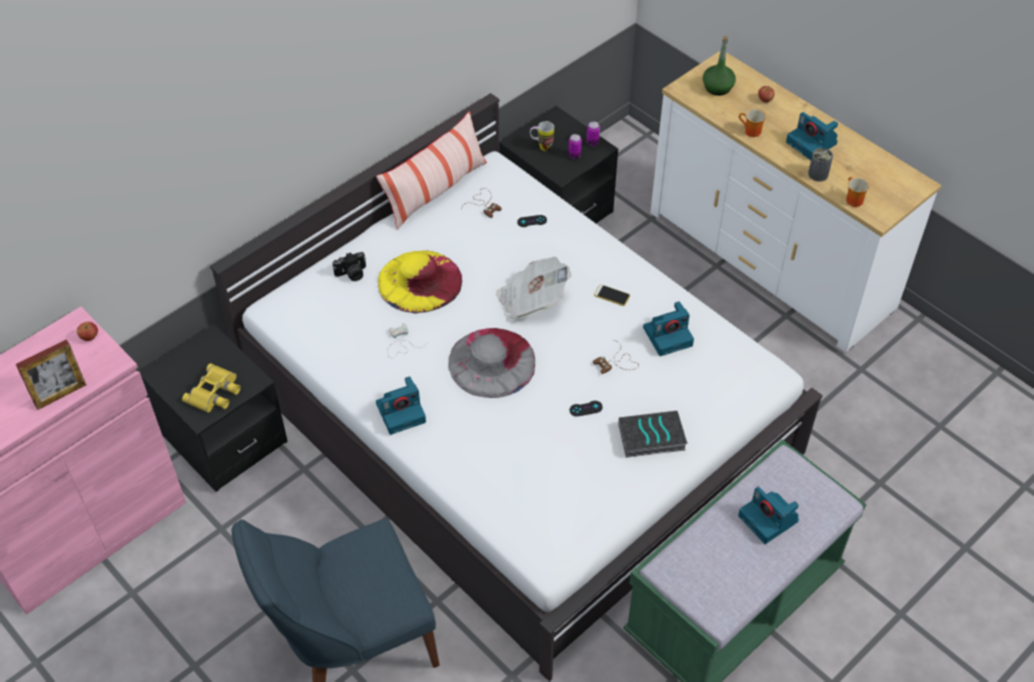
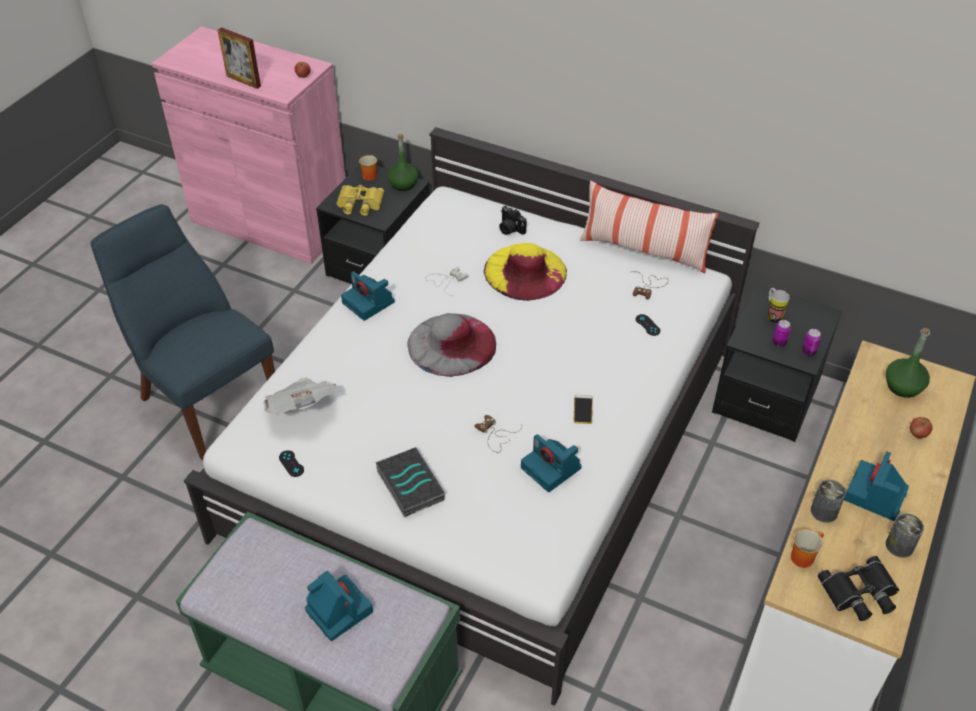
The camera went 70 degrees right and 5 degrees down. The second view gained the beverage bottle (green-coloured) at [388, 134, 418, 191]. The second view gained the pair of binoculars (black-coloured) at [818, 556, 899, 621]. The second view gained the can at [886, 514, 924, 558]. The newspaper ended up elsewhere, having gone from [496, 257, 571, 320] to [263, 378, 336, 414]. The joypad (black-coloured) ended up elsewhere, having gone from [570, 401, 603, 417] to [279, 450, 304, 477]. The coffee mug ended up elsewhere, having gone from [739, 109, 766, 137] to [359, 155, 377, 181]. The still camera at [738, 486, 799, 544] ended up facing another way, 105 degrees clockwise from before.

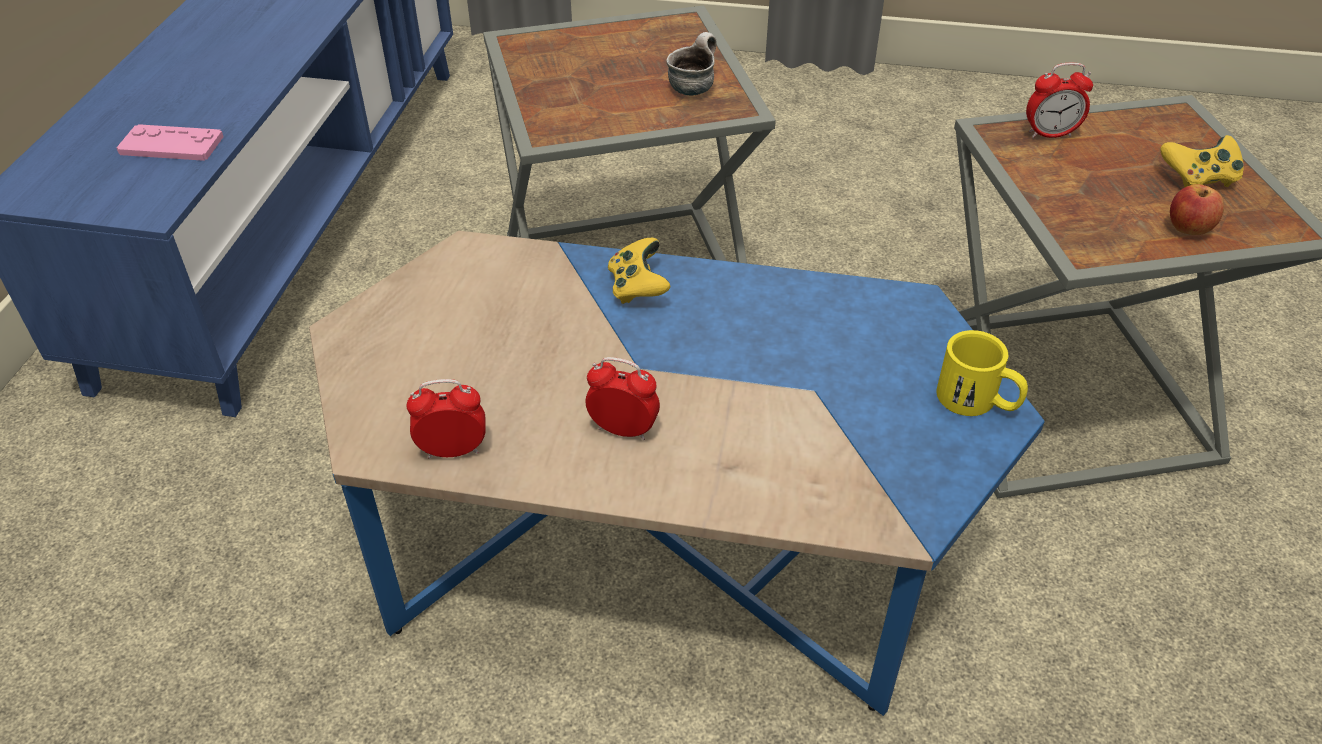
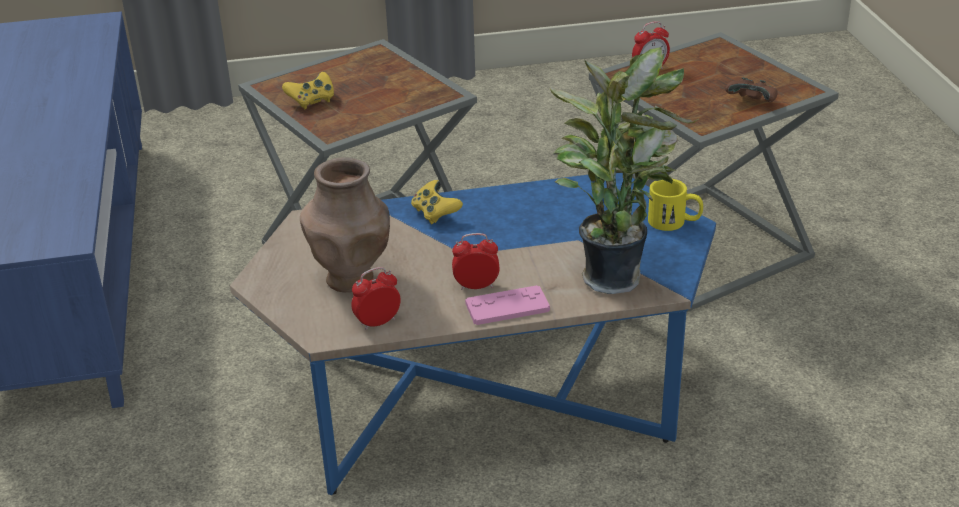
The camera went 20 degrees left and 10 degrees down. The second view lost the coffee mug at [666, 32, 717, 96]. The second view gained the vase (brownish) at [300, 157, 390, 292]. The second view gained the plant in a pot at [550, 47, 698, 294]. The joypad (pink) ended up elsewhere, having gone from [117, 124, 224, 161] to [465, 285, 550, 325]. The joypad (yellowish) ended up elsewhere, having gone from [1160, 135, 1244, 187] to [282, 72, 334, 110]. Where the apple fruit stood at [1170, 184, 1224, 235], the joypad (brownish) came to stand at [725, 77, 778, 102].

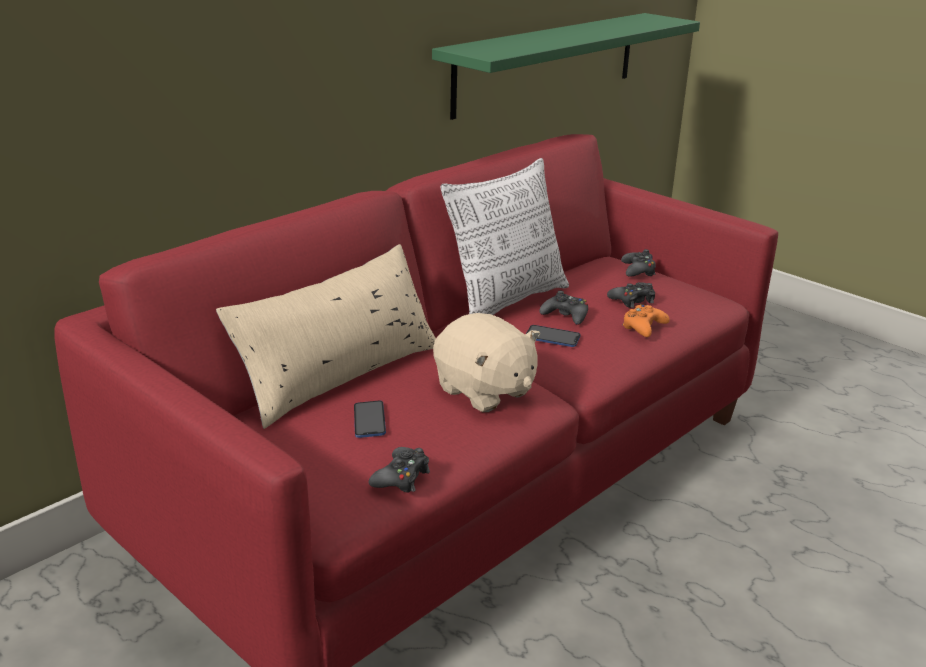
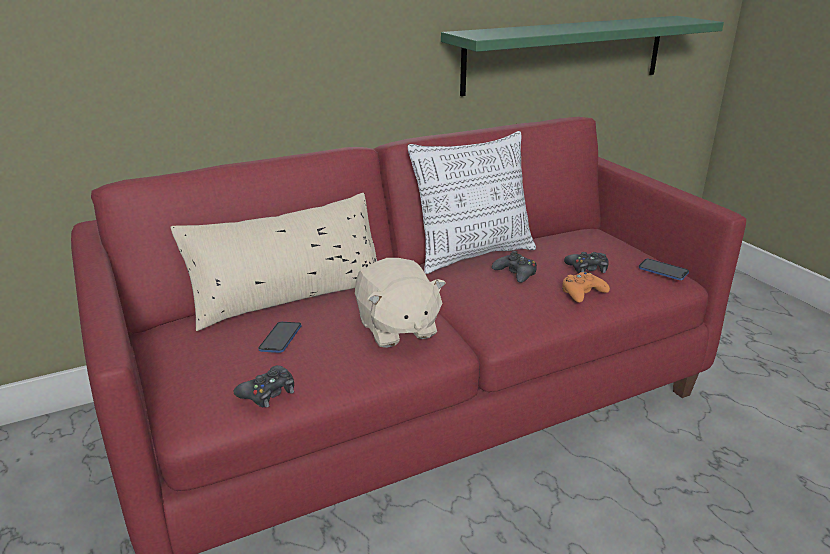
The camera went 20 degrees right and 0 degrees up. The second view lost the joypad (black-coloured) at [621, 249, 656, 277]. The telephone ended up elsewhere, having gone from [525, 325, 580, 347] to [639, 259, 689, 280].

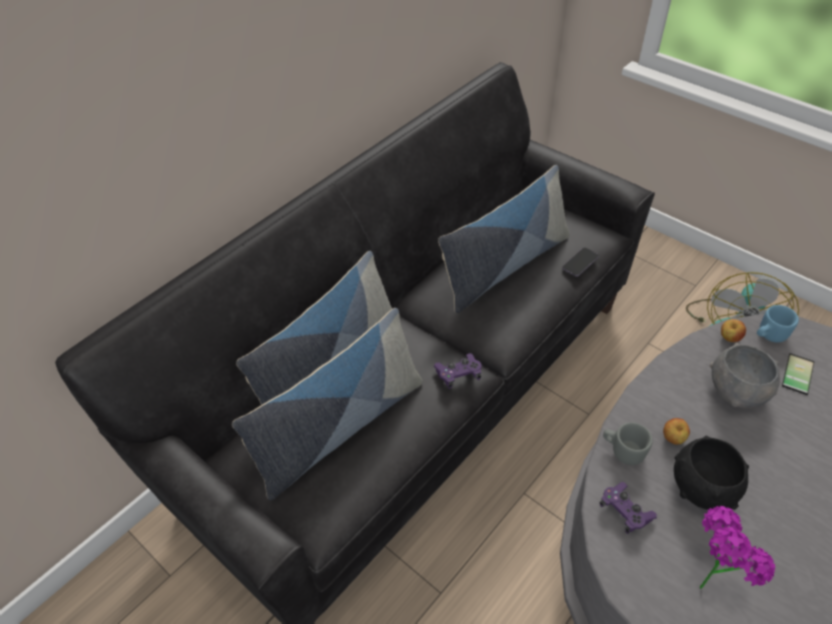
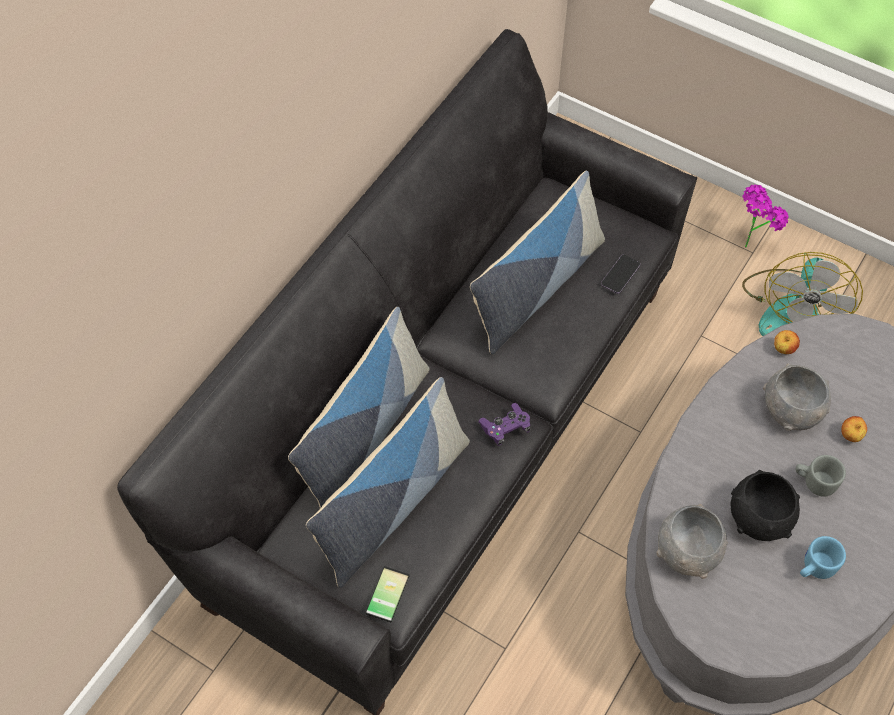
The camera went 10 degrees left and 10 degrees up. The coffee mug (grey) ended up elsewhere, having gone from [603, 422, 653, 465] to [796, 455, 846, 497]. The apple fruit ended up elsewhere, having gone from [663, 418, 690, 445] to [841, 416, 867, 442]. The plant in a pot ended up elsewhere, having gone from [700, 506, 775, 589] to [742, 185, 788, 248]. The coffee mug (bluish) ended up elsewhere, having gone from [757, 305, 799, 342] to [800, 536, 846, 579]. The telephone ended up elsewhere, having gone from [782, 353, 815, 395] to [365, 566, 410, 622]. Where the joypad (purplish) stood at [599, 482, 657, 534], the bowl (grey) came to stand at [656, 504, 728, 579].

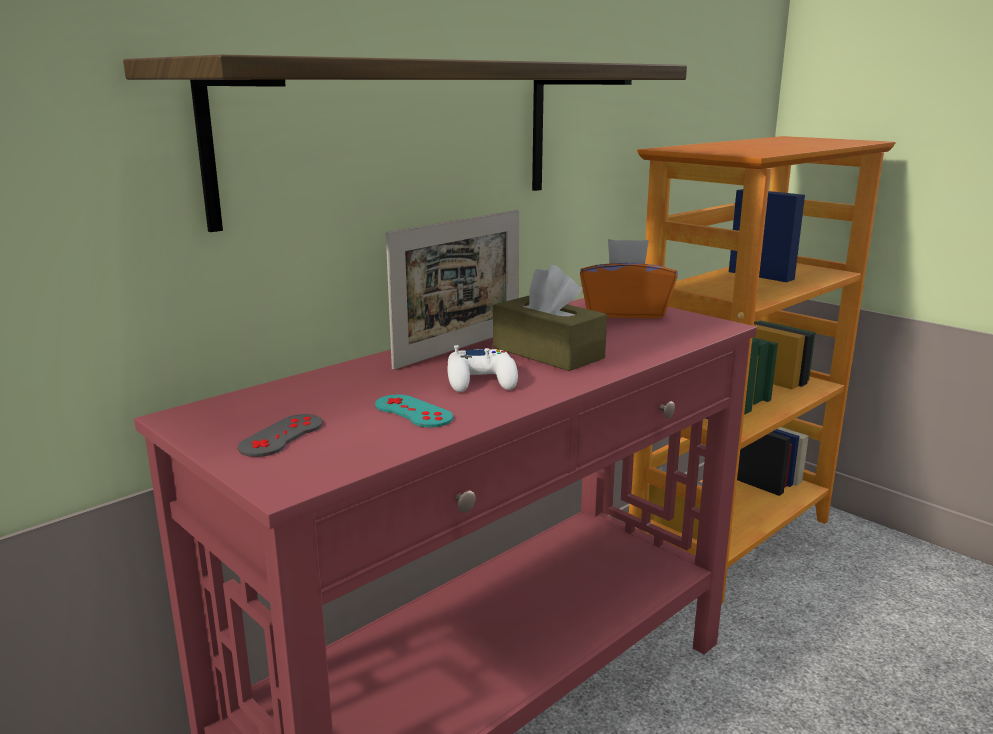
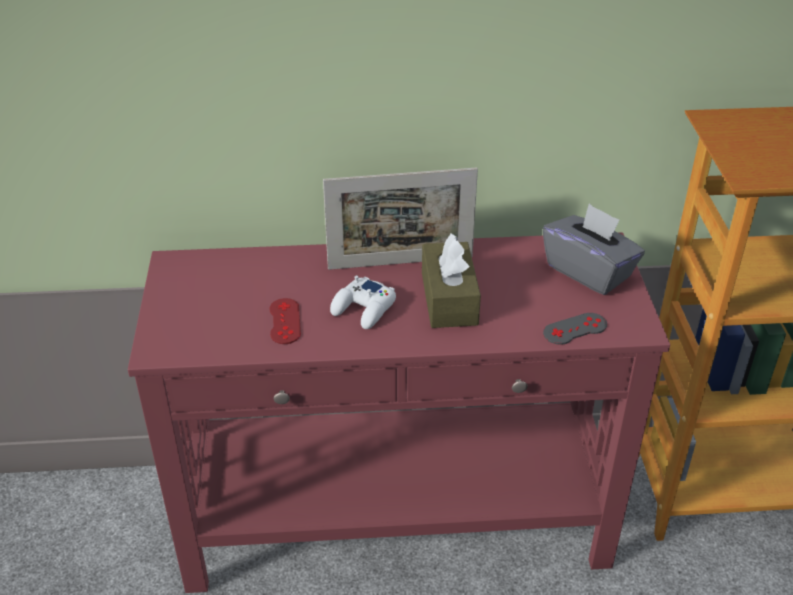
The camera went 40 degrees right and 20 degrees up. The second view lost the wall shelf at [123, 54, 687, 232]. The joypad (grey) ended up elsewhere, having gone from [237, 414, 323, 457] to [543, 313, 607, 345]. What was the joypad (turquoise-coloured) at [375, 395, 453, 427] turned into the joypad (red-coloured) at [269, 298, 301, 344]. What was the tissue box (orange-coloured) at [580, 239, 678, 319] turned into the tissue box (grey) at [543, 203, 645, 295].

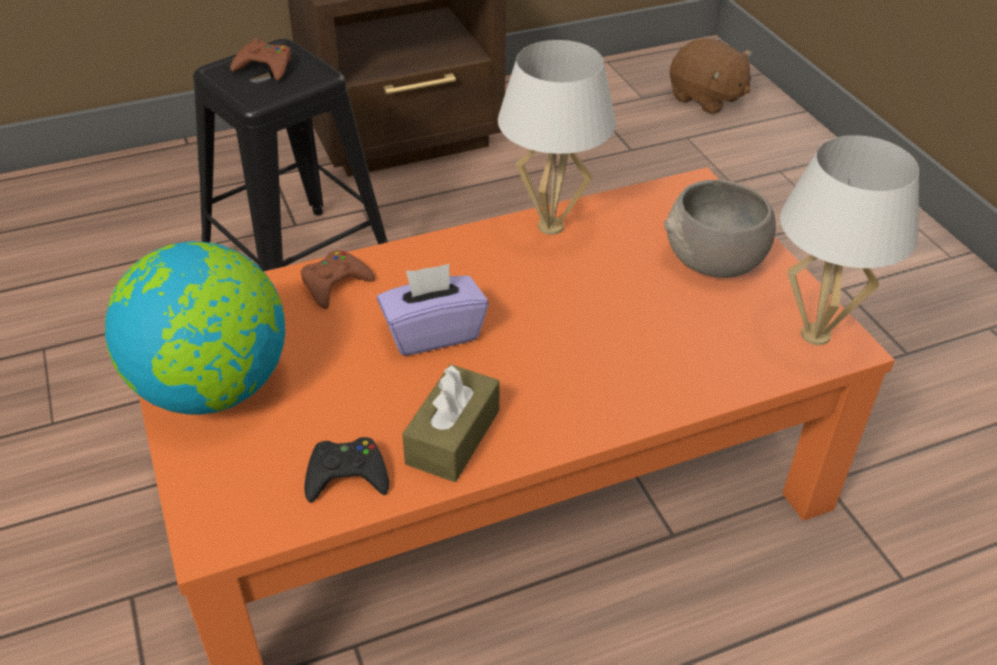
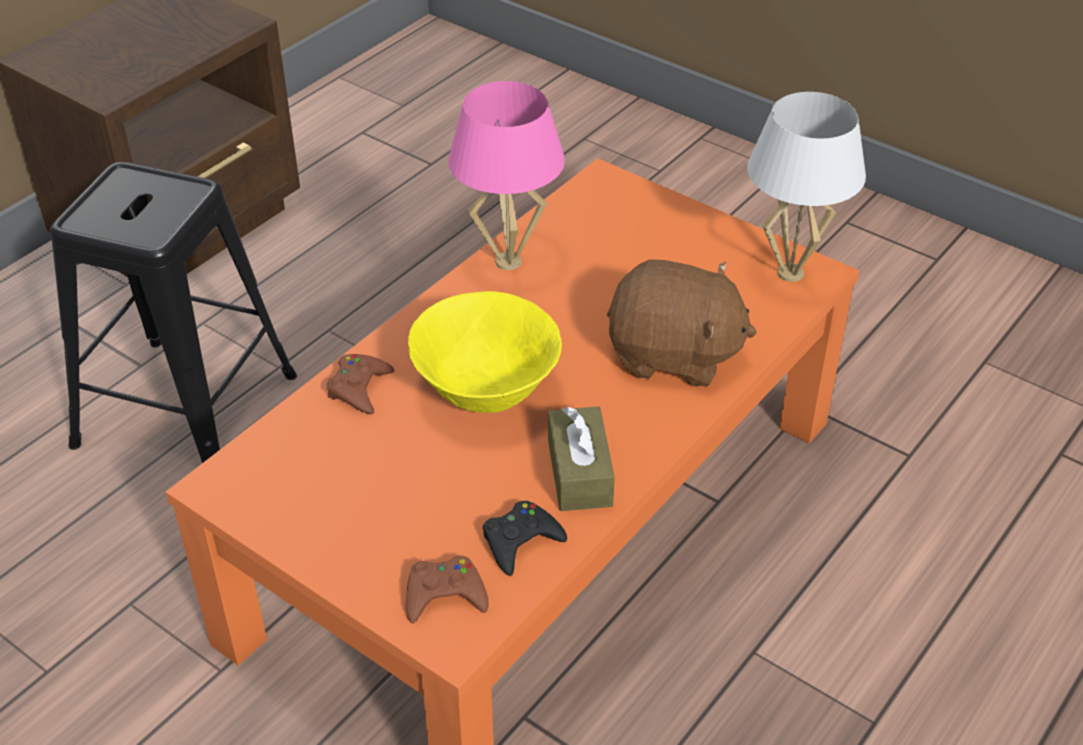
The camera went 30 degrees left and 0 degrees up. The second view lost the world globe at [105, 241, 285, 415]. The second view lost the bowl (grey) at [664, 179, 776, 278]. The joypad (brownish) ended up elsewhere, having gone from [230, 39, 291, 81] to [406, 556, 489, 623]. The plush toy (brownish) ended up elsewhere, having gone from [670, 38, 752, 114] to [607, 259, 757, 387]. Where the tissue box (purplish) stood at [377, 264, 488, 356], the bowl (yellowish) came to stand at [408, 291, 562, 413]. What was the lamp for a table (white-coloured) at [498, 40, 616, 235] turned into the lamp for a table (pink) at [448, 81, 565, 270].

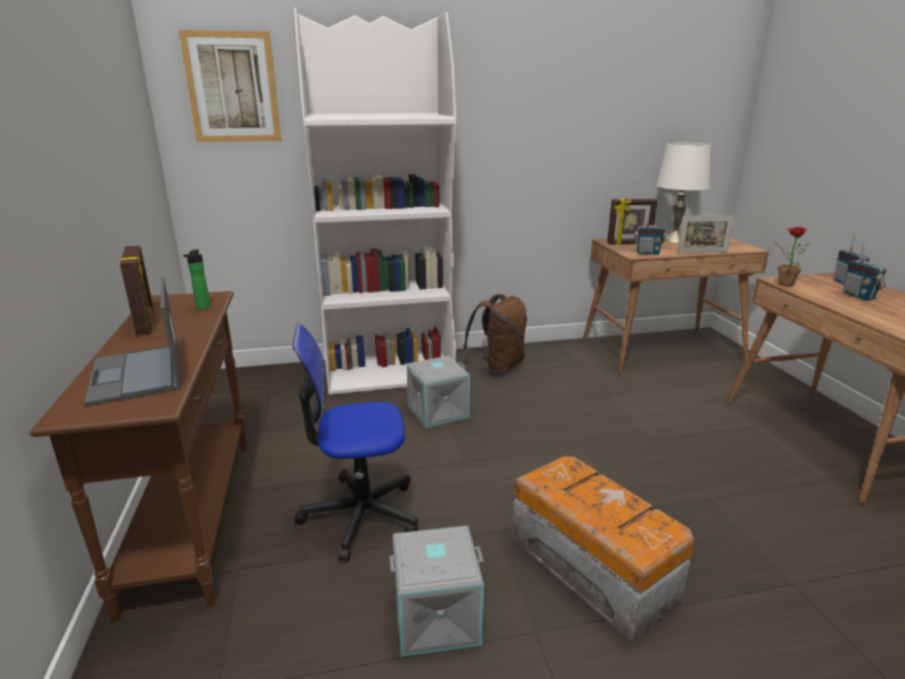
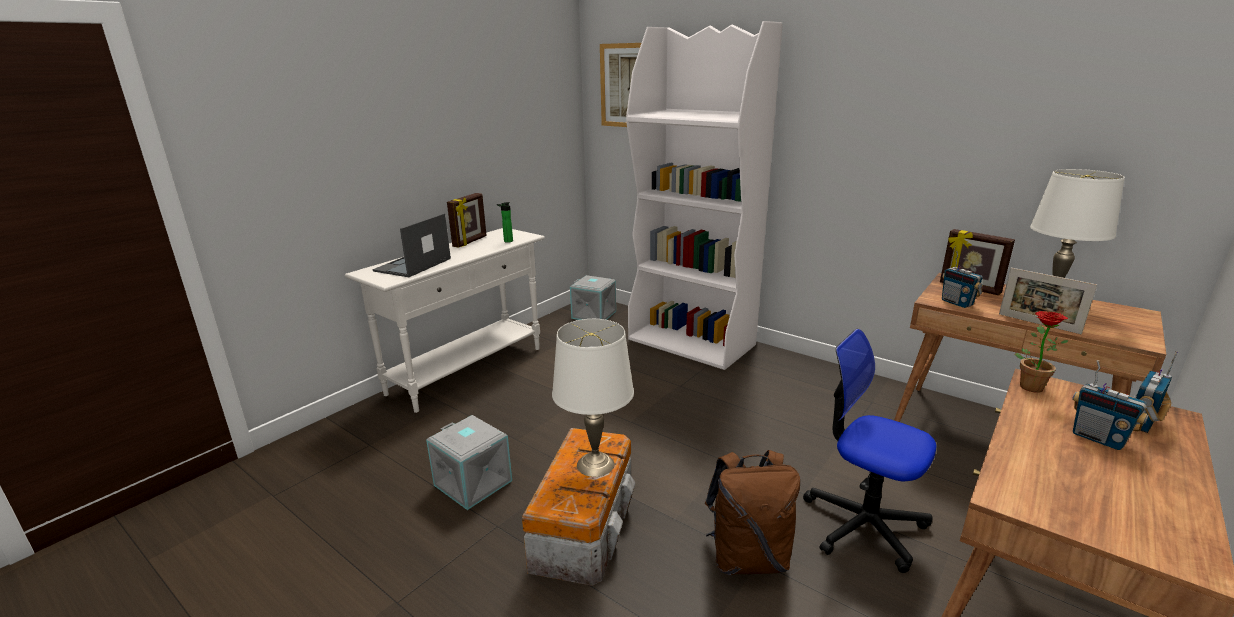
The camera went 50 degrees right and 0 degrees up. The second view gained the lamp for a table (white-coloured) at [552, 319, 634, 477]. The office chair ended up elsewhere, having gone from [292, 324, 418, 561] to [803, 329, 937, 573]. The storage container (grey) ended up elsewhere, having gone from [407, 356, 470, 428] to [570, 275, 616, 320]. The rucksack (brownish) ended up elsewhere, having gone from [463, 295, 527, 375] to [705, 450, 800, 575]. What was the narrow table (brownish) at [30, 291, 247, 622] turned into the narrow table (white-coloured) at [345, 228, 545, 413]. The radio at [843, 243, 887, 300] ended up facing another way, 75 degrees counterclockwise from before.

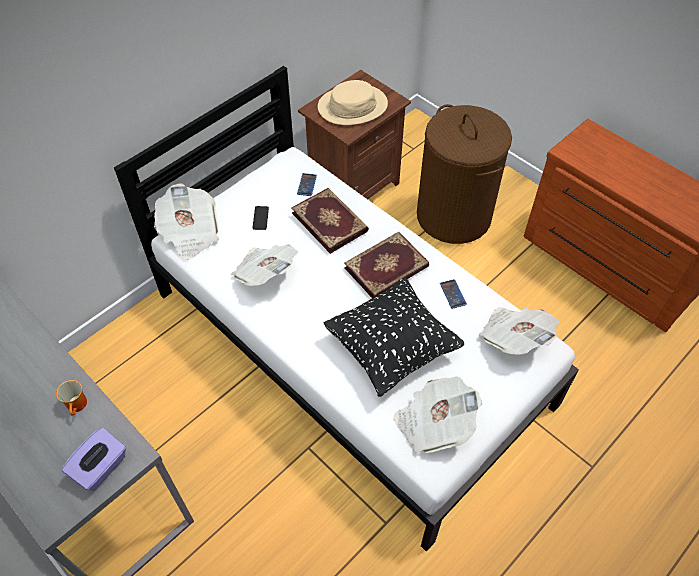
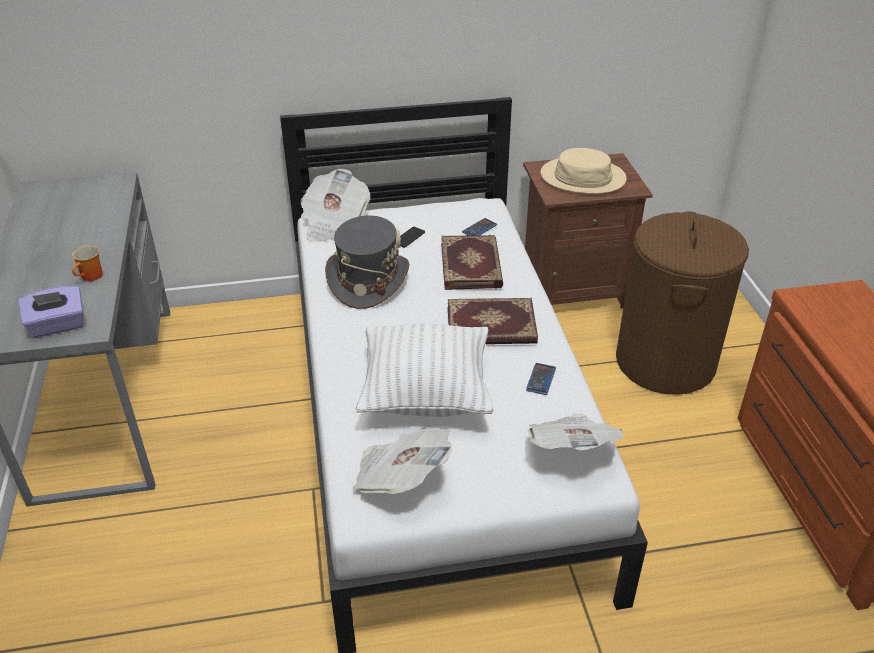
The camera went 35 degrees right and 15 degrees down. Where the newspaper stood at [231, 245, 298, 286], the clothing hat (grey) came to stand at [325, 215, 409, 309]. What was the cushion (black-coloured) at [323, 277, 464, 397] turned into the cushion (white-coloured) at [356, 324, 494, 417].

